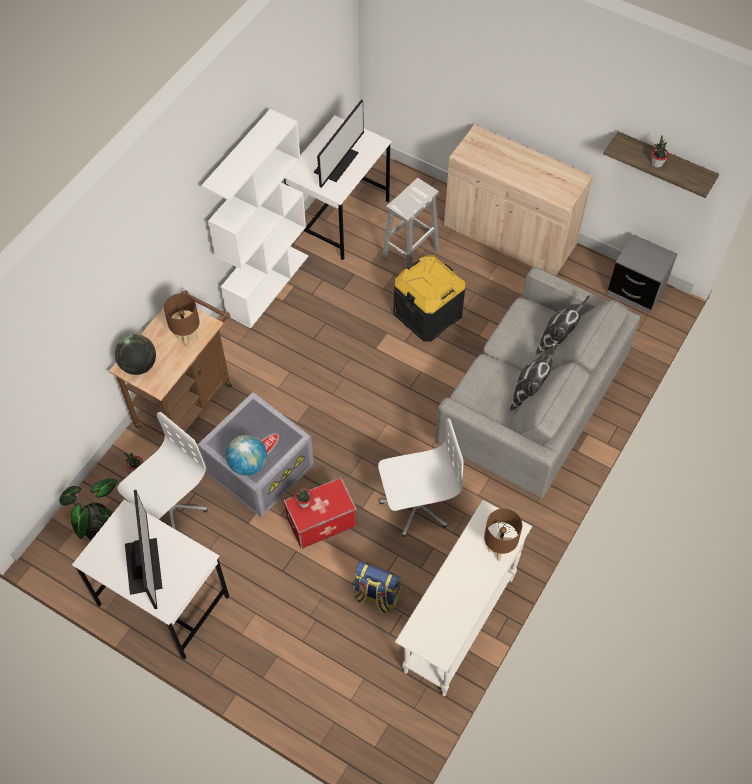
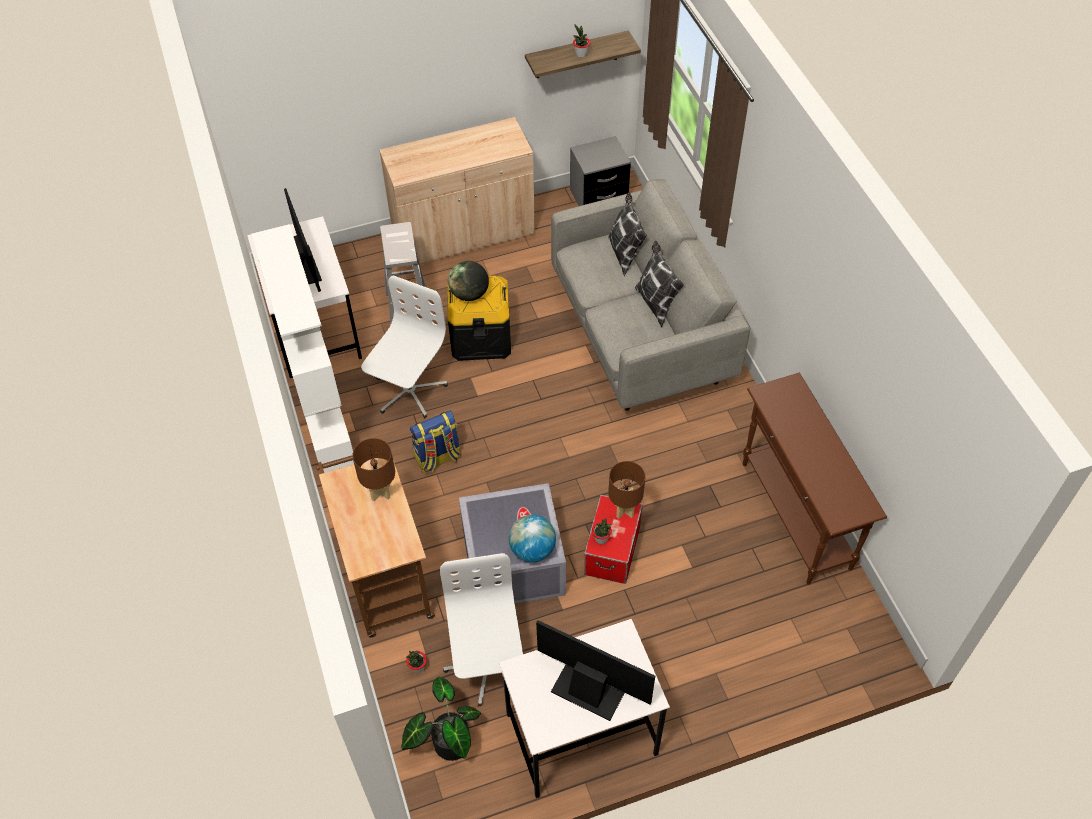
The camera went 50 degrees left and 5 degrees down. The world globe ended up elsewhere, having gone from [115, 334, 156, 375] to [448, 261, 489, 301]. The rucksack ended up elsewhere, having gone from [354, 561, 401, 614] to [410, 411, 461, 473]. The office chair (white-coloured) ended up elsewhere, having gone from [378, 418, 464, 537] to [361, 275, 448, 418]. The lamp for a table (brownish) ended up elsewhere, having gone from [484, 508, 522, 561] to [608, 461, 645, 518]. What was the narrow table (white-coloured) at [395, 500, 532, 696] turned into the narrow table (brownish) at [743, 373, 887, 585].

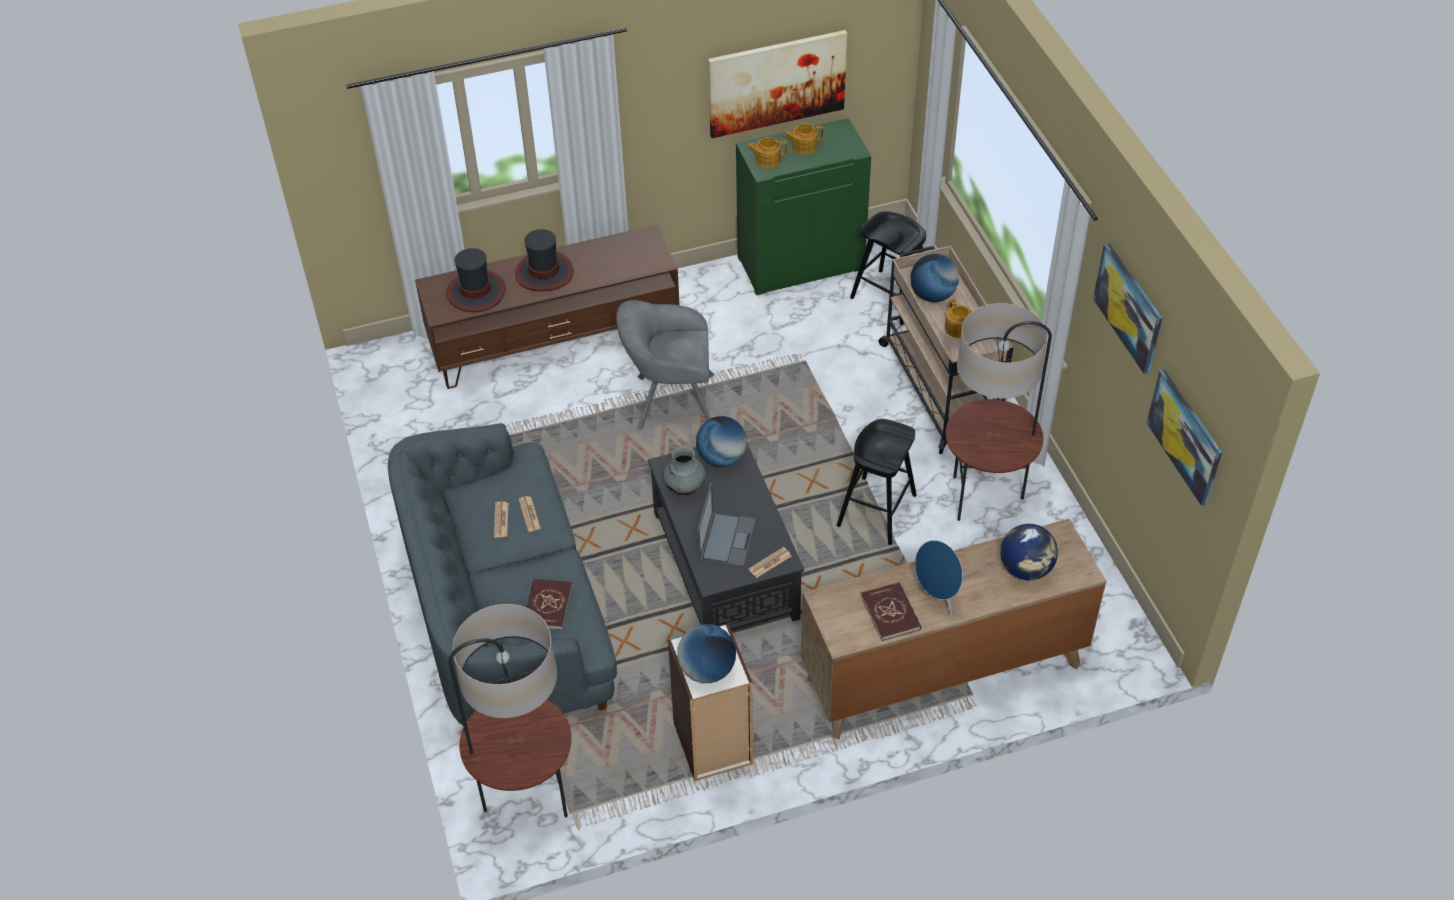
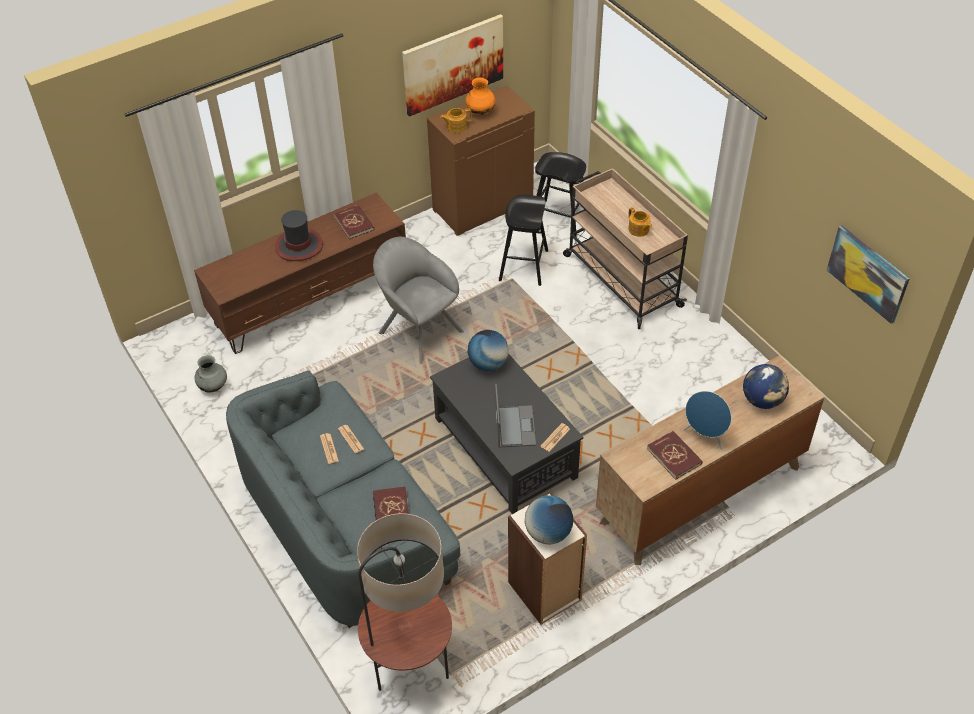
The camera went 15 degrees left and 0 degrees up. The second view lost the clothing hat at [446, 248, 506, 312]. The second view lost the world globe at [911, 254, 959, 302]. The second view lost the floor lamp at [945, 303, 1052, 521]. The second view lost the picture at [1093, 243, 1162, 374]. The second view gained the volume (red-coloured) at [334, 205, 374, 239]. The vase (grey) ended up elsewhere, having gone from [663, 446, 706, 495] to [195, 355, 227, 393]. The sitting stool (black-coloured) ended up elsewhere, having gone from [837, 419, 917, 545] to [499, 195, 548, 286]. Where the tea pot stood at [785, 124, 824, 155], the vase (orange-coloured) came to stand at [465, 78, 496, 115]. What was the cabinet (green-coloured) at [736, 118, 871, 295] turned into the cabinet (brownish) at [427, 85, 535, 236]. The lounge chair (grey) at [616, 300, 714, 430] ended up facing another way, 60 degrees clockwise from before.

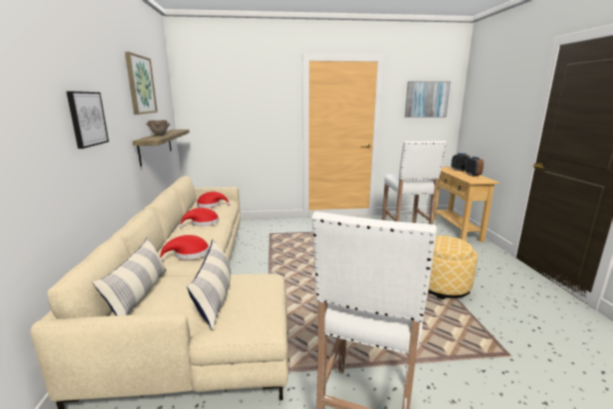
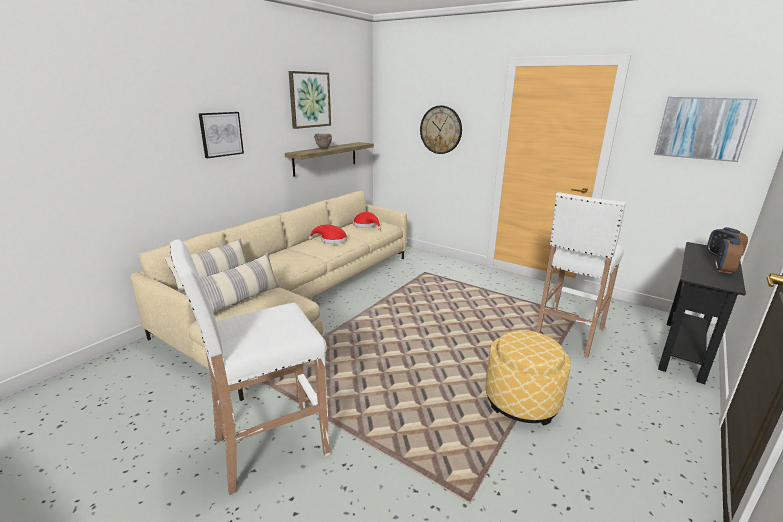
The camera went 40 degrees right and 5 degrees up. The second view lost the clothing hat (red-coloured) at [160, 235, 209, 262]. The second view gained the clock on the wall at [420, 105, 462, 154]. What was the narrow table (beige-coloured) at [433, 167, 500, 242] turned into the narrow table (black-coloured) at [658, 242, 746, 384].

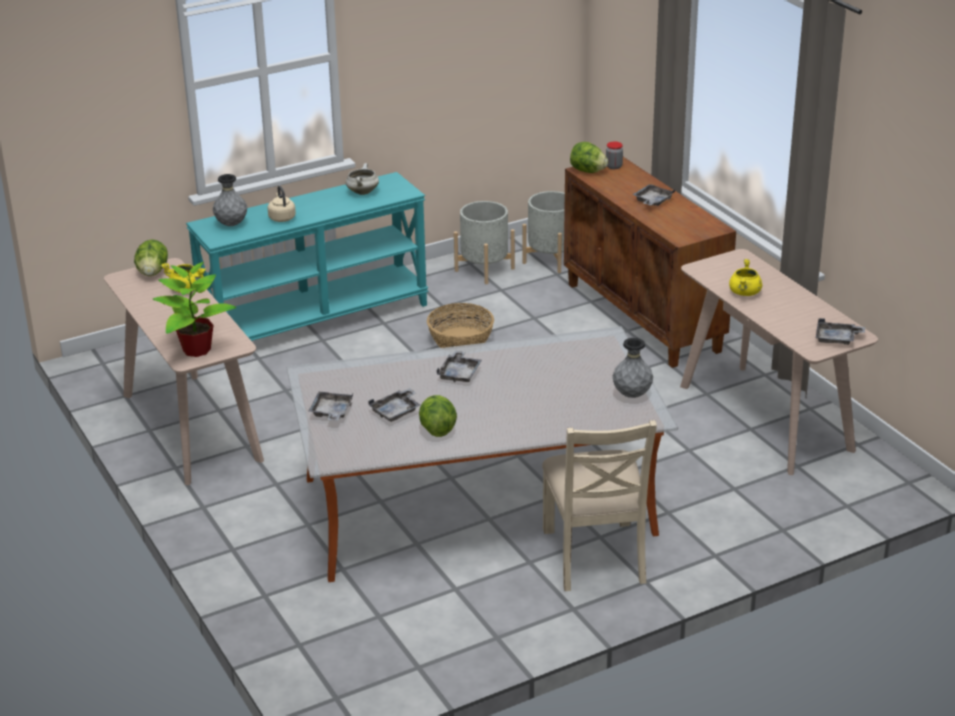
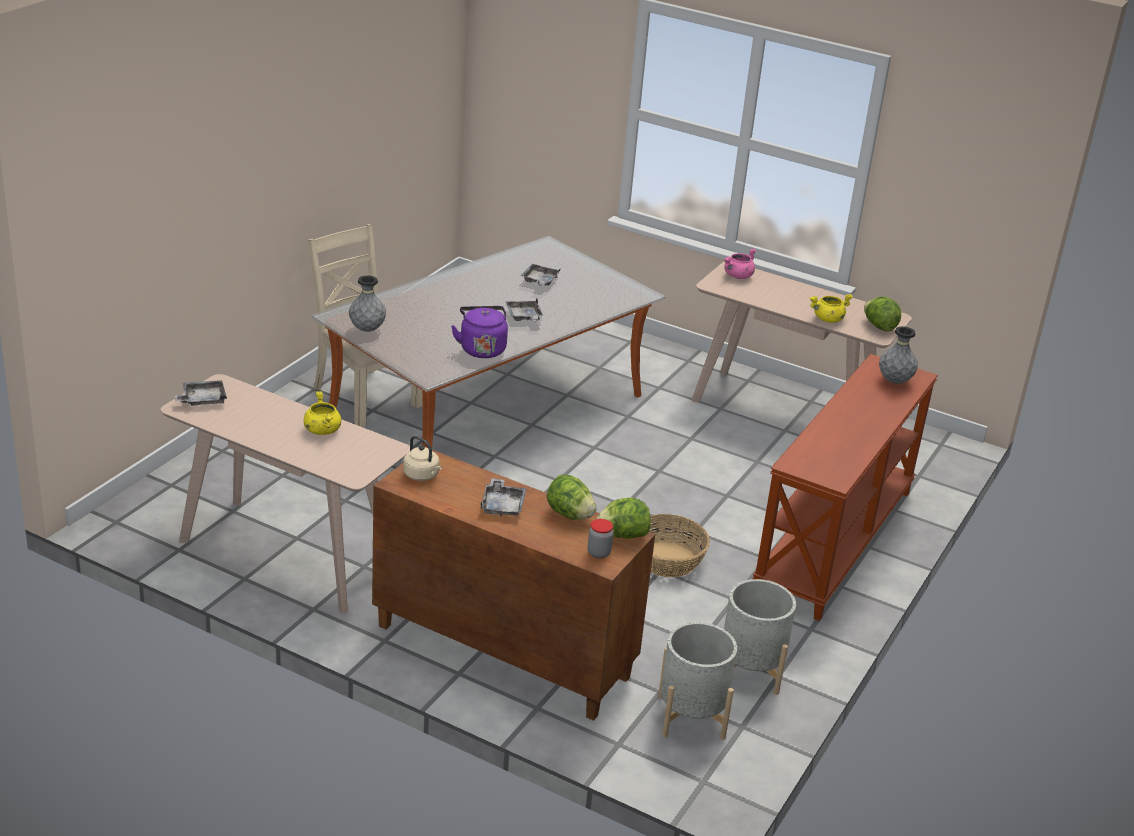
The camera went 145 degrees right and 0 degrees up. The second view lost the carrying tray (grey) at [309, 392, 353, 421]. The second view lost the cooking pot (white-coloured) at [346, 163, 379, 195]. The second view gained the kettle (purplish) at [451, 306, 508, 358]. The kettle (beige-coloured) ended up elsewhere, having gone from [267, 186, 296, 222] to [403, 436, 442, 481]. The head of lettuce ended up elsewhere, having gone from [419, 395, 457, 437] to [547, 475, 597, 520]. Where the plant in a pot stood at [153, 262, 237, 357], the cooking pot (pink) came to stand at [724, 248, 756, 279]. What was the narrow table (turquoise-coloured) at [186, 172, 429, 341] turned into the narrow table (brownish) at [752, 354, 938, 621].

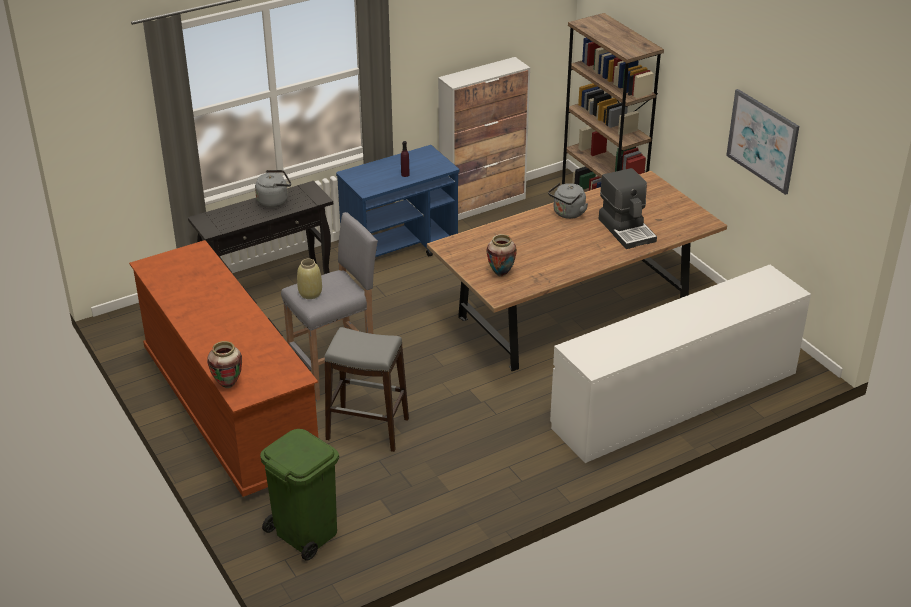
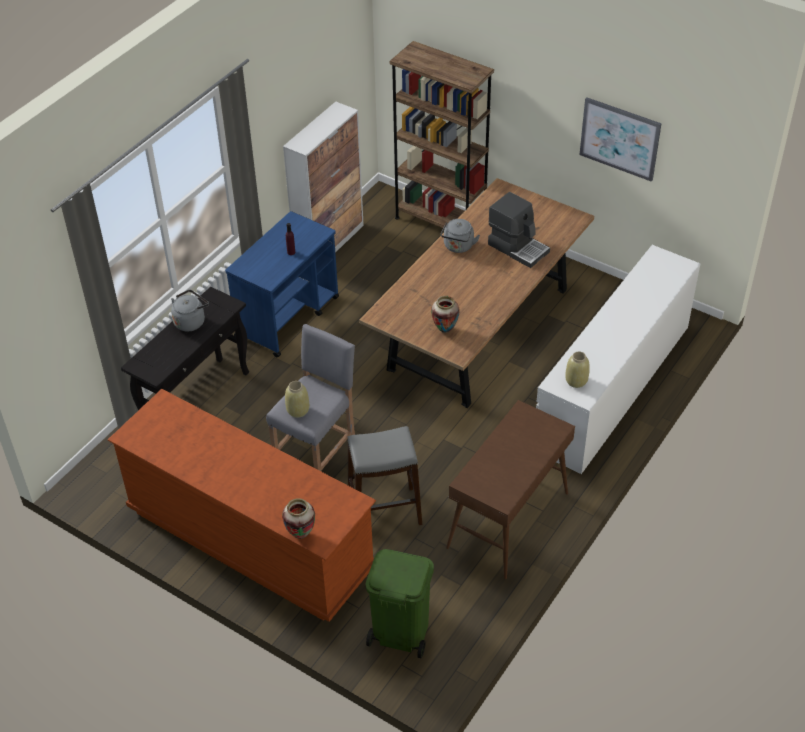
The camera went 25 degrees left and 10 degrees up. The second view gained the narrow table (brownish) at [446, 400, 575, 579]. The second view gained the vase (beige-coloured) at [565, 351, 590, 388].

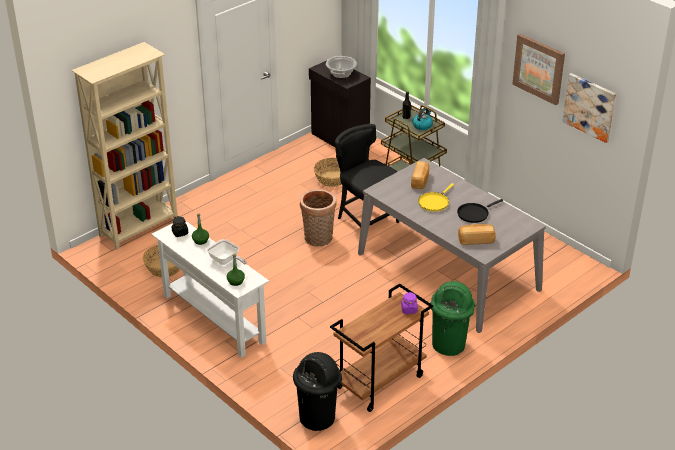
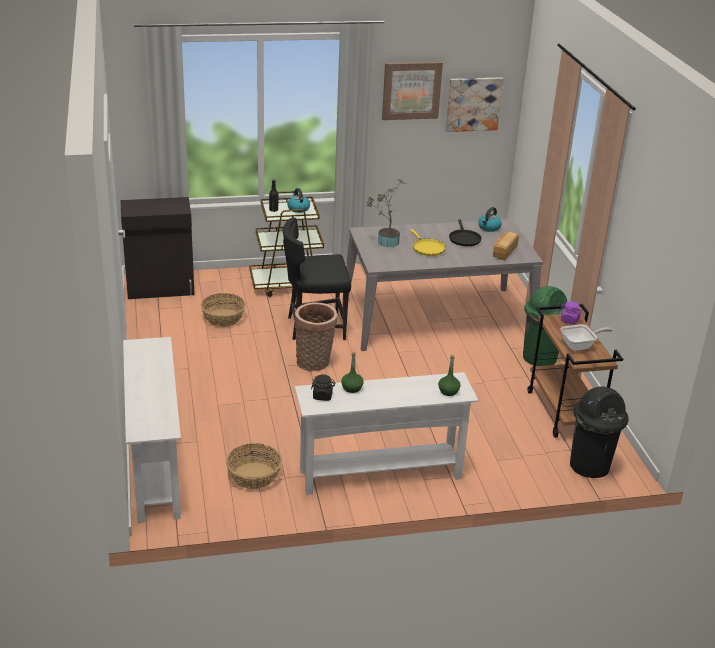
The camera went 60 degrees left and 5 degrees down. The second view lost the cooking pot at [326, 56, 357, 78]. The second view gained the kettle at [478, 207, 502, 232]. The pan ended up elsewhere, having gone from [207, 239, 247, 265] to [561, 324, 613, 351]. Where the bookcase (beige-coloured) stood at [71, 42, 178, 250], the narrow table (white-coloured) came to stand at [123, 337, 181, 523]. Where the bread stood at [411, 161, 429, 189], the plant in a pot came to stand at [366, 179, 406, 247].

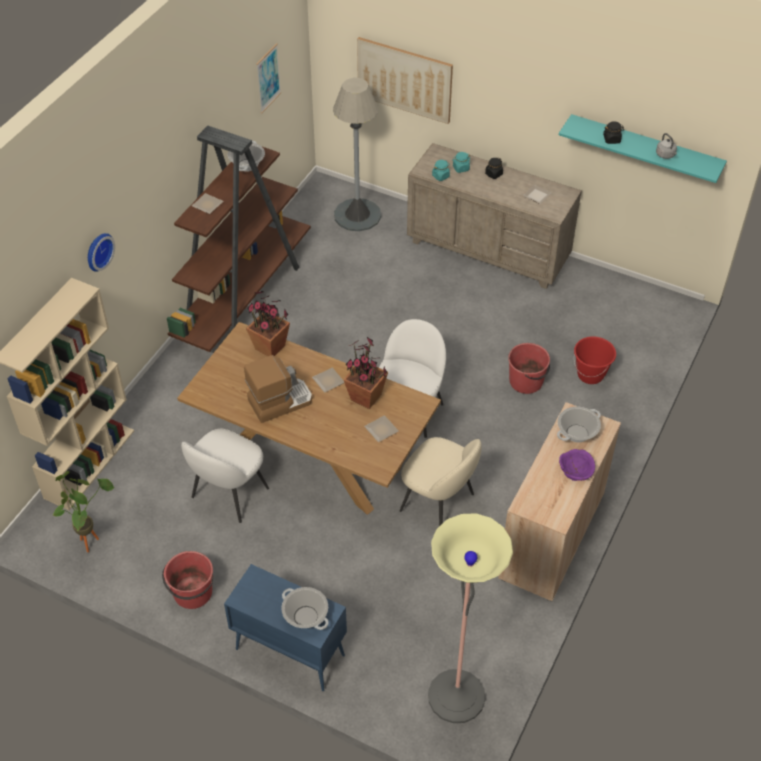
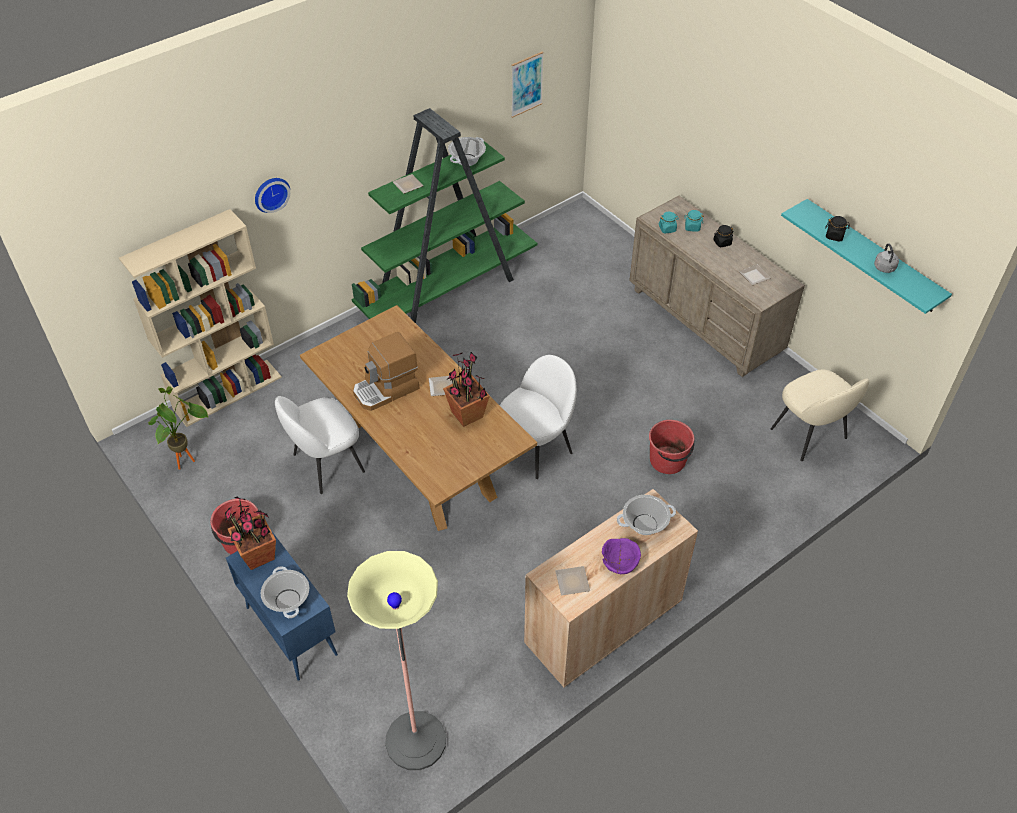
The camera went 25 degrees right and 0 degrees up. The second view lost the floor lamp (grey) at [333, 78, 381, 232]. The second view lost the picture at [357, 37, 453, 124]. The second view lost the water bucket (red-coloured) at [574, 336, 616, 384]. The plant in a pot ended up elsewhere, having gone from [246, 291, 290, 356] to [224, 497, 276, 570]. The flat dish ended up elsewhere, having gone from [364, 415, 398, 442] to [555, 566, 590, 596]. The plain chair (beige-coloured) ended up elsewhere, having gone from [400, 437, 482, 526] to [771, 369, 869, 461]. What was the bookcase (brownish) at [167, 126, 311, 352] turned into the bookcase (green-coloured) at [352, 108, 538, 323]. The coffee maker at [244, 355, 312, 423] ended up facing another way, 150 degrees clockwise from before.

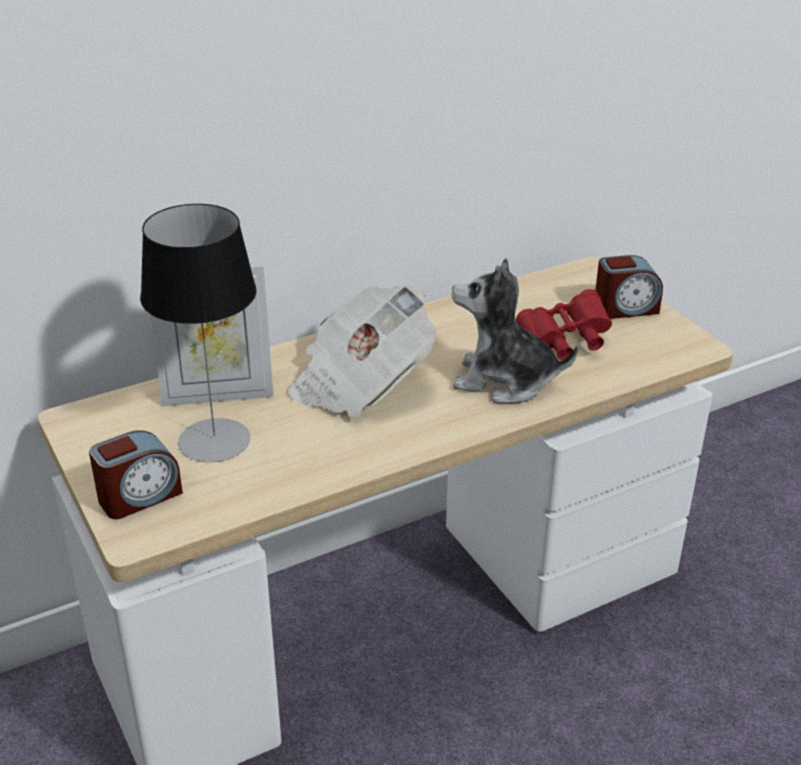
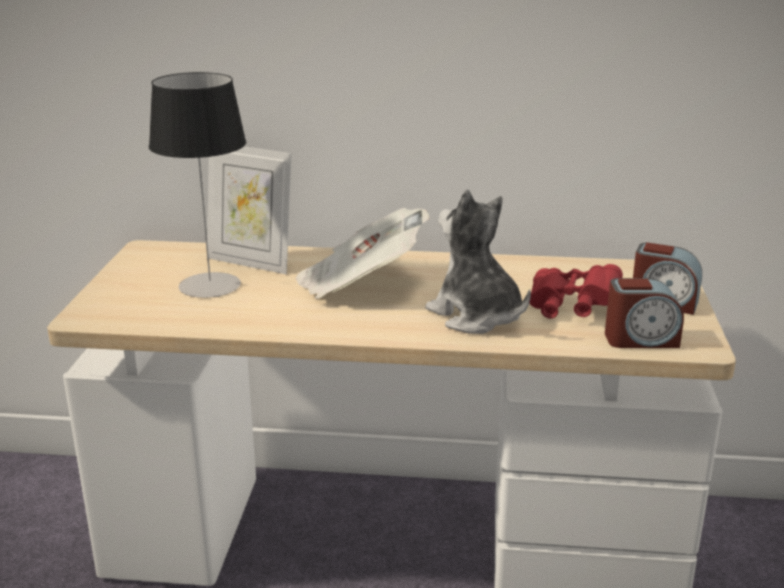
The camera went 35 degrees right and 10 degrees down. The alarm clock ended up elsewhere, having gone from [89, 430, 183, 519] to [605, 278, 684, 348].

